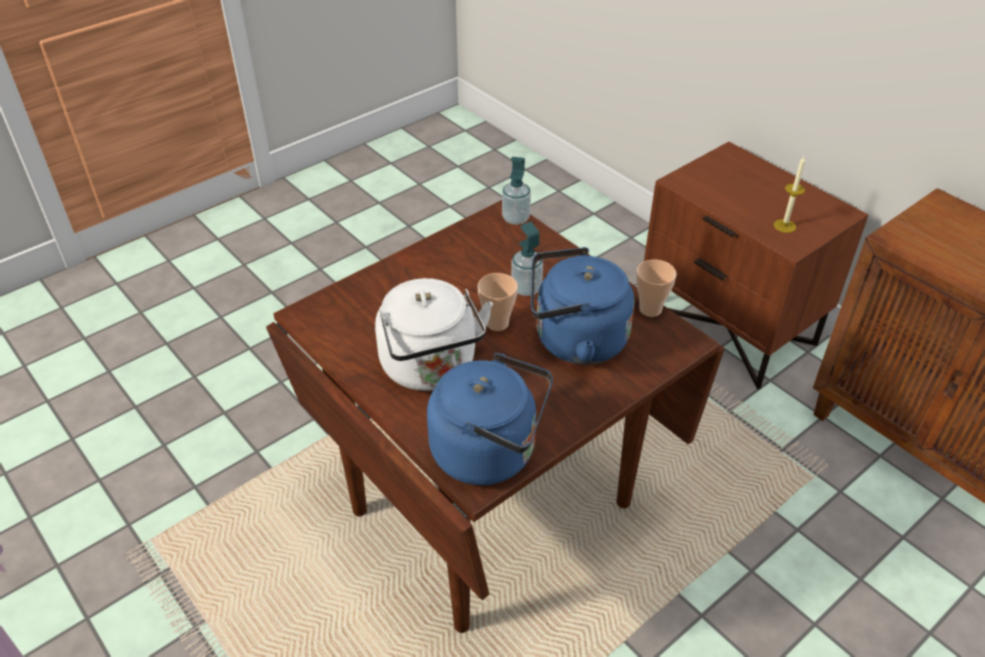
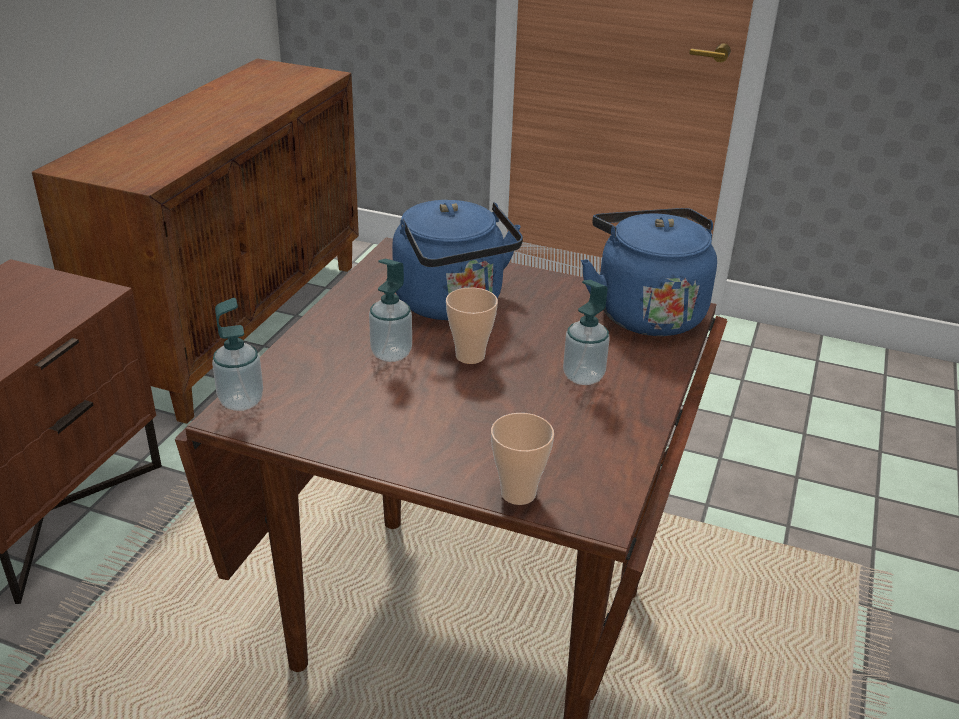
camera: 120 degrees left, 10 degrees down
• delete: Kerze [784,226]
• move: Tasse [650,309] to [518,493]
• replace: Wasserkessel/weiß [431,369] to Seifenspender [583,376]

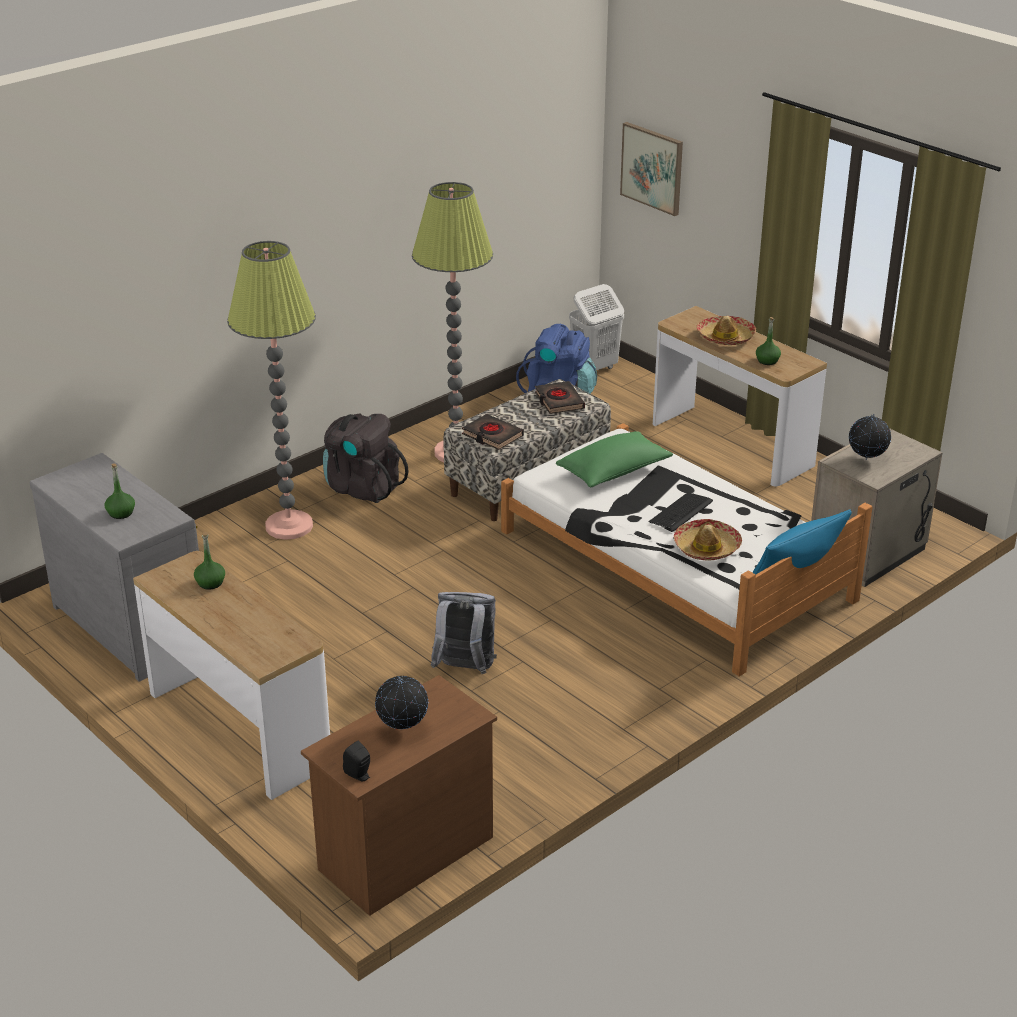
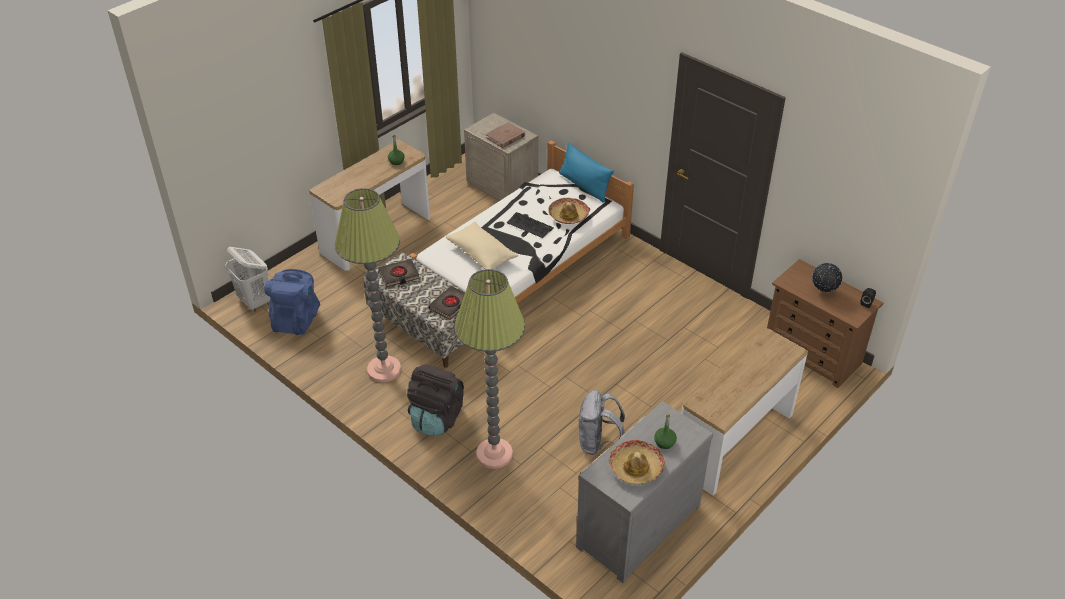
camera: 95 degrees left, 10 degrees up
• delete: Bild [652,168]
• move: Hut [725,337] to [636,467]
• replace: Globus [866,460] to Buch/braun [505,137]
• recolor: Kissen/grün [614,472] to Kissen/beige [481,254]
• delete: Flasche/grün [210,583]
• move: Rucksack/grau [465,669] to [598,443]

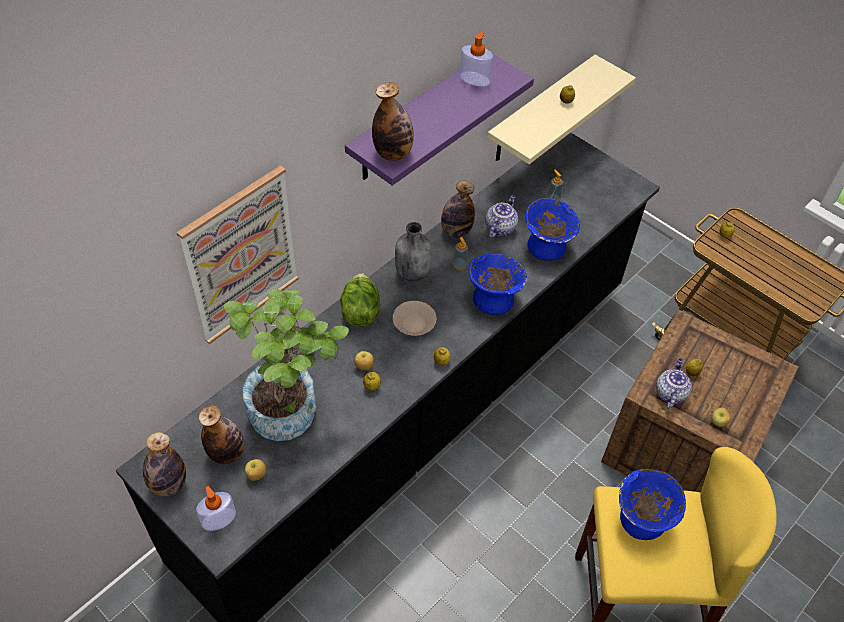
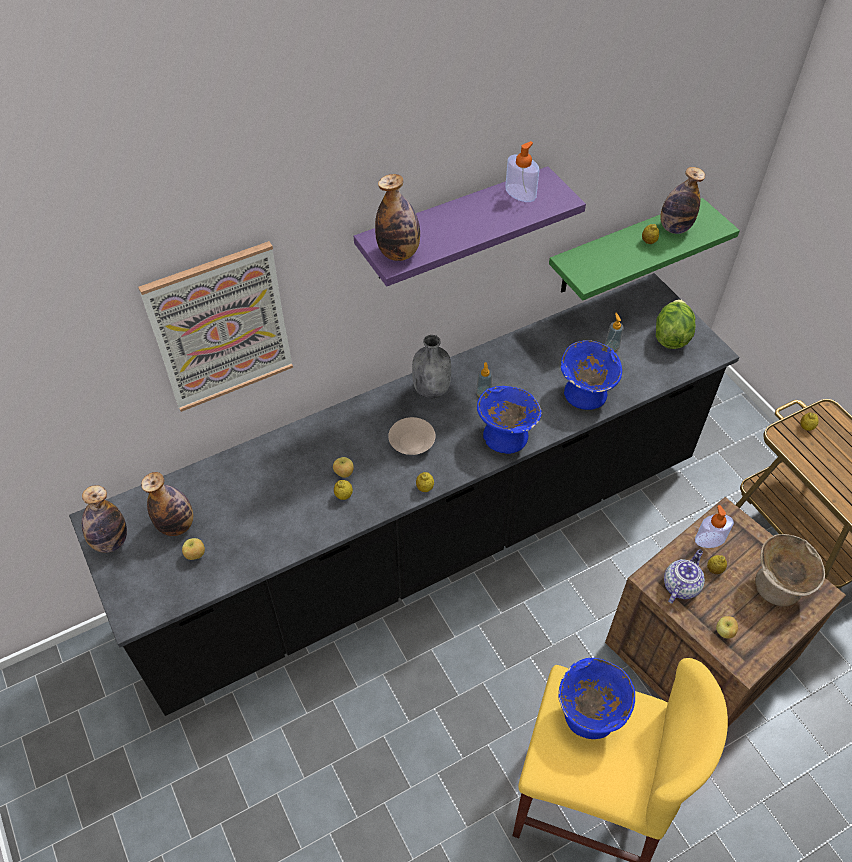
camera: 20 degrees right, 0 degrees up
• recolor: Wandregal/beige [540,110] to Wandregal/grün [623,247]
• move: Flasche [456,231] to [674,228]
• delete: Teekanne [500,227]
• move: Salatkopf [360,311] to [671,336]
• delete: Topfpflanze [292,408]
• move: Seifenspender [219,519] to [710,539]
• insert: Schüssel/beige [777,585]

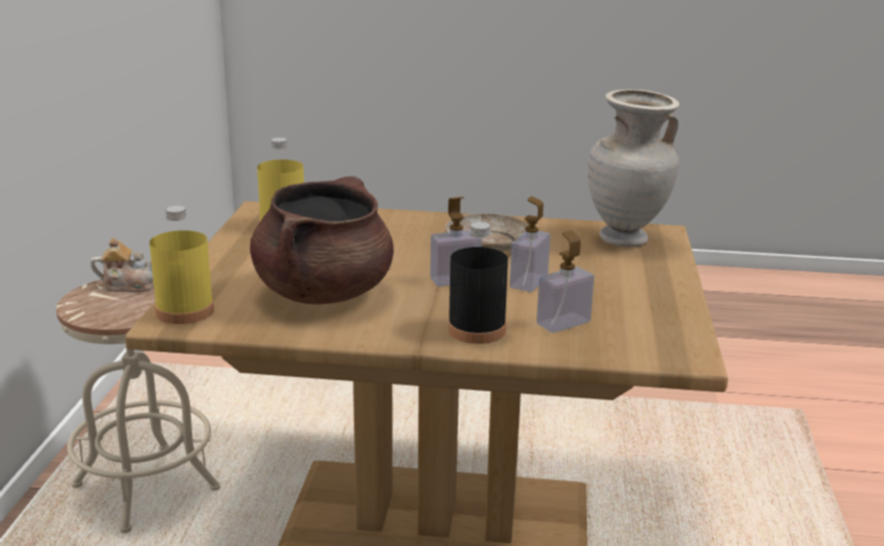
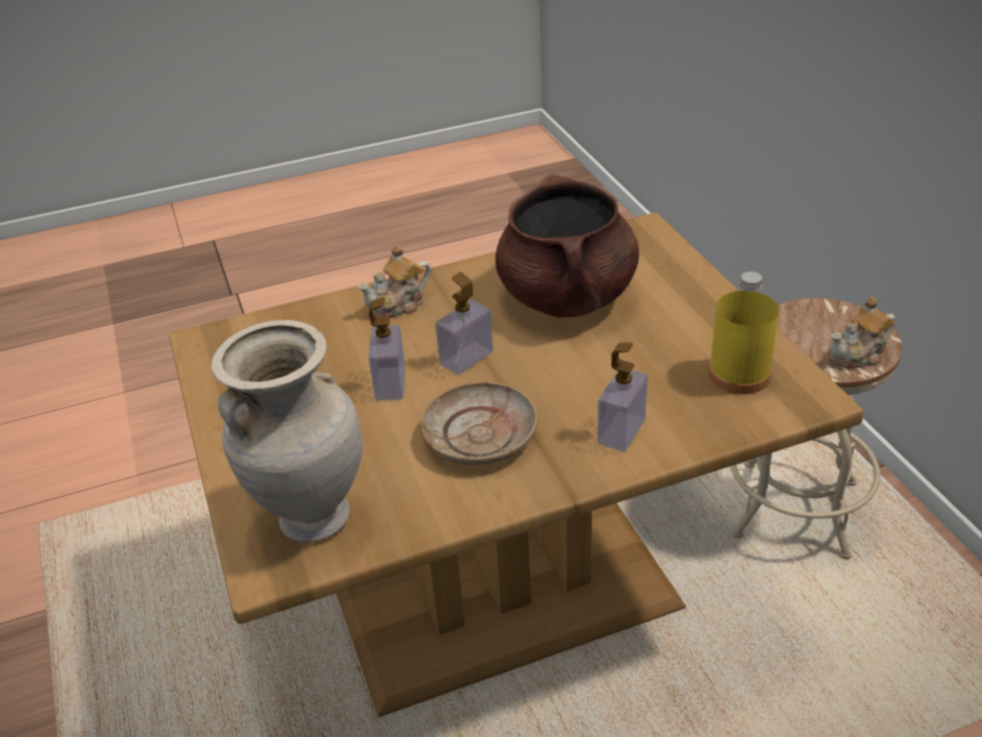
camera: 155 degrees right, 15 degrees up
• delete: Flasche/gelb [185,311]
• replace: Flasche/schwarz [476,330] to Teekanne [399,305]
• move: Seifenspender [563,323] to [621,431]

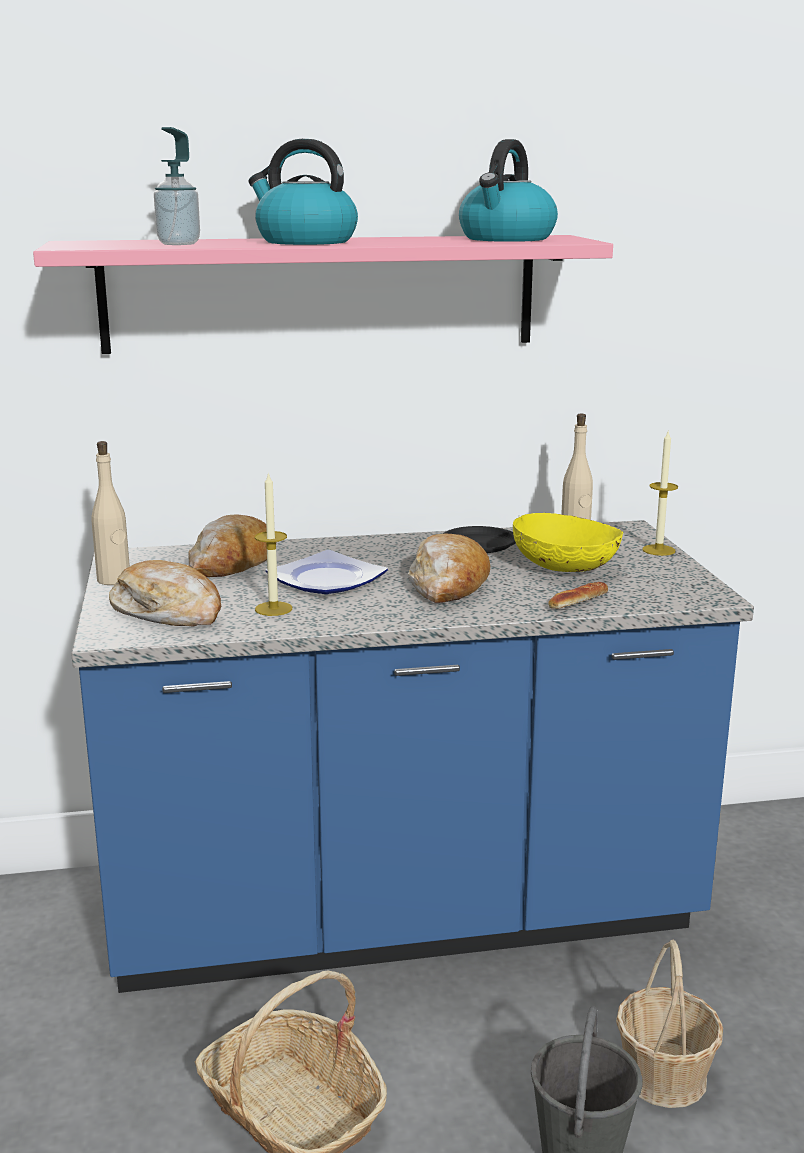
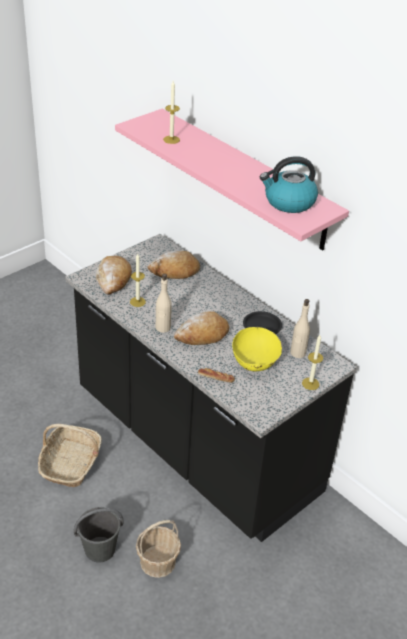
camera: 55 degrees right, 20 degrees up
• replace: Seifenspender [179,244] to Kerze [171,139]
• delete: Wasserkessel [304,242]
• move: Flasche/beige [114,580] to [163,328]
• recolor: Küchenzeile/blau [402,913] to Küchenzeile/schwarz [195,444]
• delete: Teller [329,580]

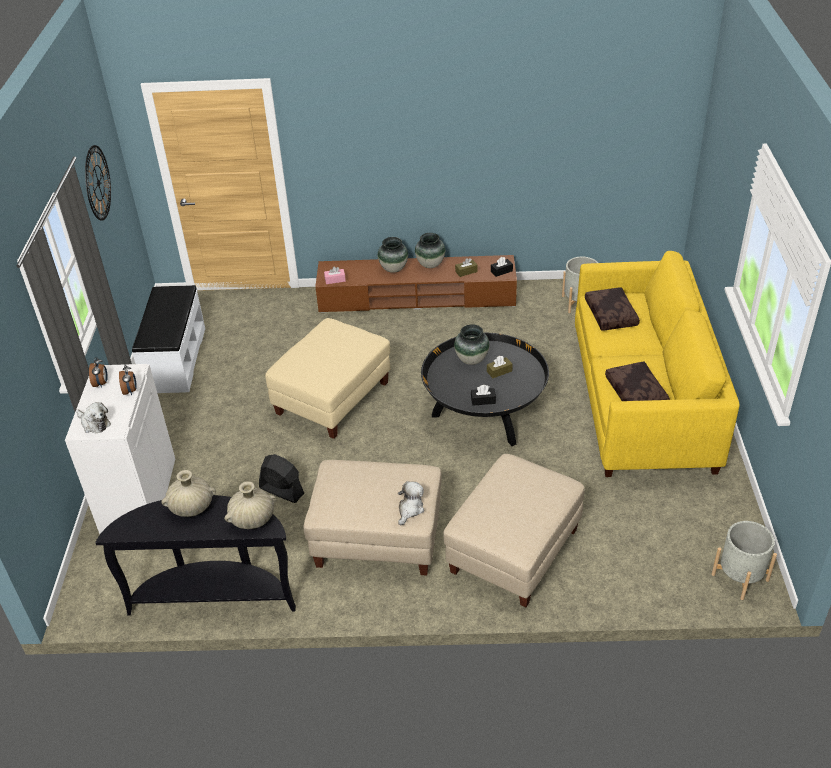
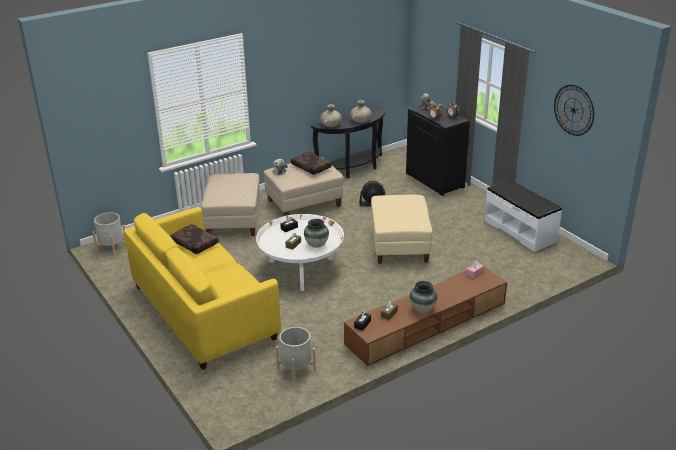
camera: 145 degrees right, 10 degrees down
• delete: Vase [394,269]
• move: Kissen/braun [612,315] to [310,167]
• recolor: Couchtisch/schwarz [484,414] to Couchtisch/weiß [301,269]
• recolor: Schrank/weiß [138,497] to Schrank/schwarz [435,180]

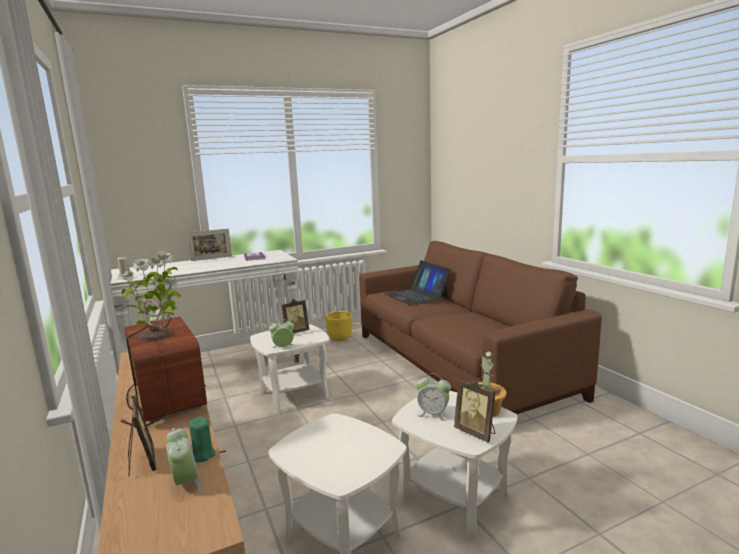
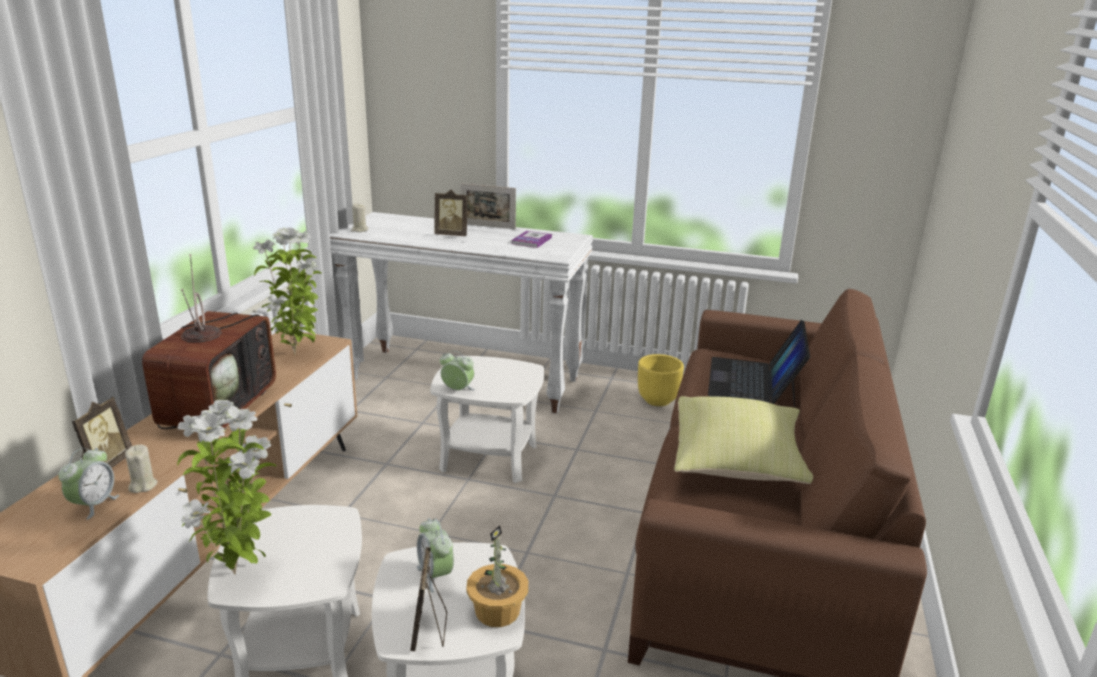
camera: 40 degrees right, 10 degrees up
• move: Bilderrahmen [295,332] to [452,235]
• recolor: Kerze/grün [202,455] to Kerze/beige [143,485]
• insert: Kissen/gelb [737,464]
• insert: Topfpflanze [238,573]

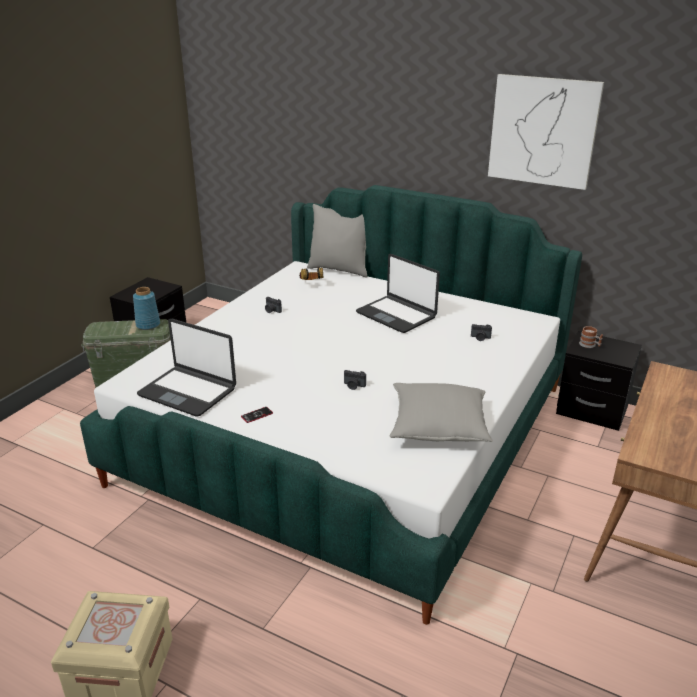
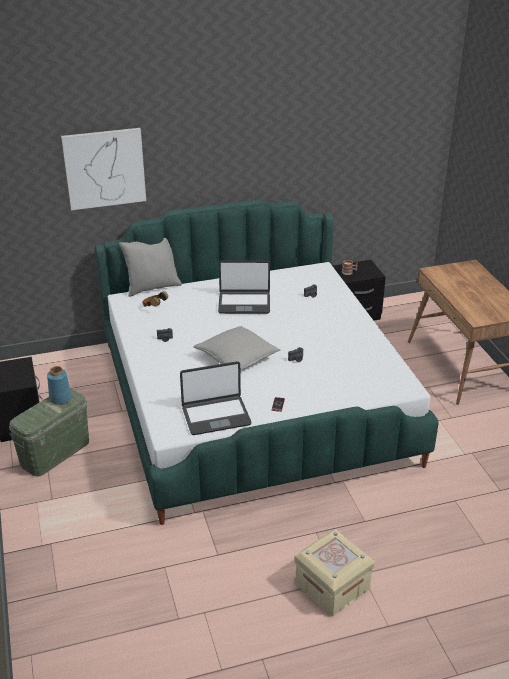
camera: 45 degrees left, 5 degrees up
• move: Bild [543,131] to [104,168]
• move: Kissen/grau [438,426] to [237,358]

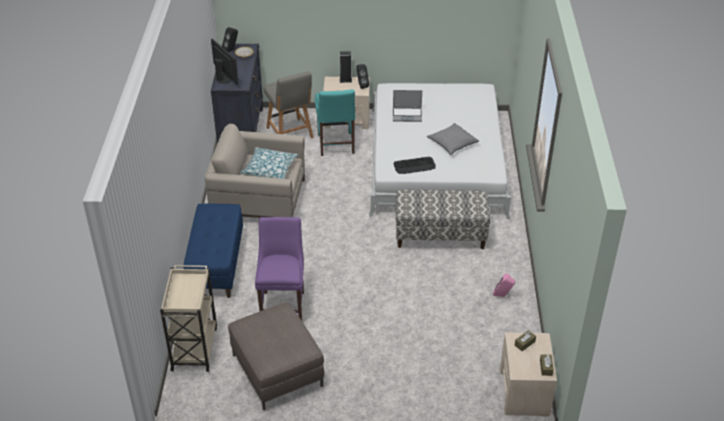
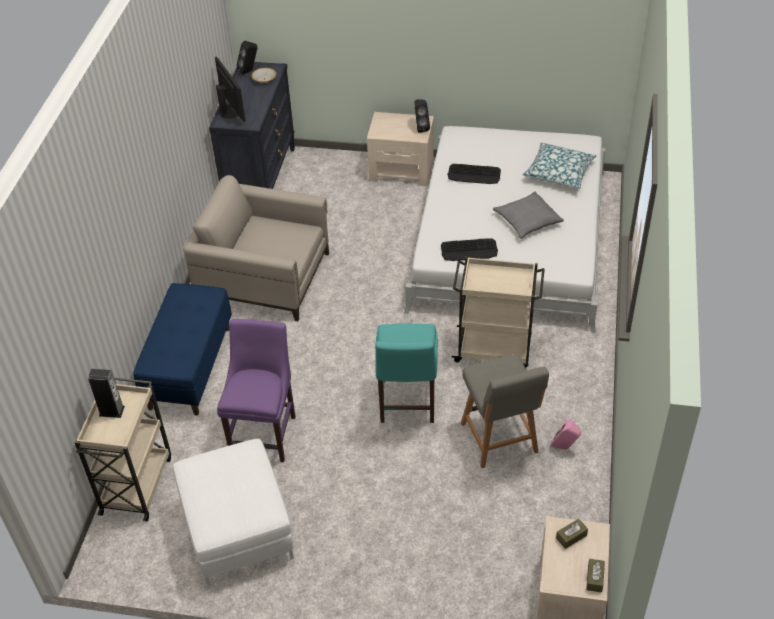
camera: 10 degrees right, 5 degrees up
• move: Lautsprecher [345,80] to [111,411]
• move: Stuhl/grau [290,134] to [500,440]
• move: Stuhl/türkis [335,145] to [407,404]
• replace: Laptop [407,115] to Tastatur [474,174]
• move: Kissen [269,169] to [559,172]
• replace: Bank [440,235] to Rollwagen/beige [495,349]
• recolor: Polsterhocker/braun [277,370] to Polsterhocker/weiß [237,528]

